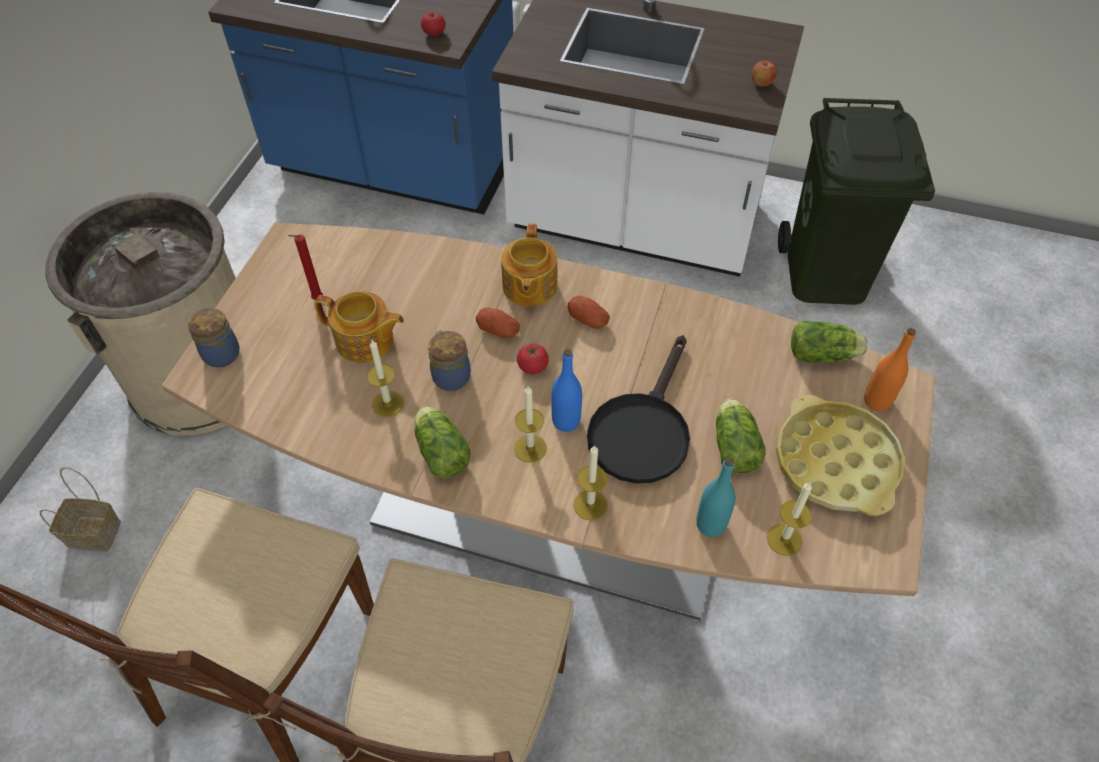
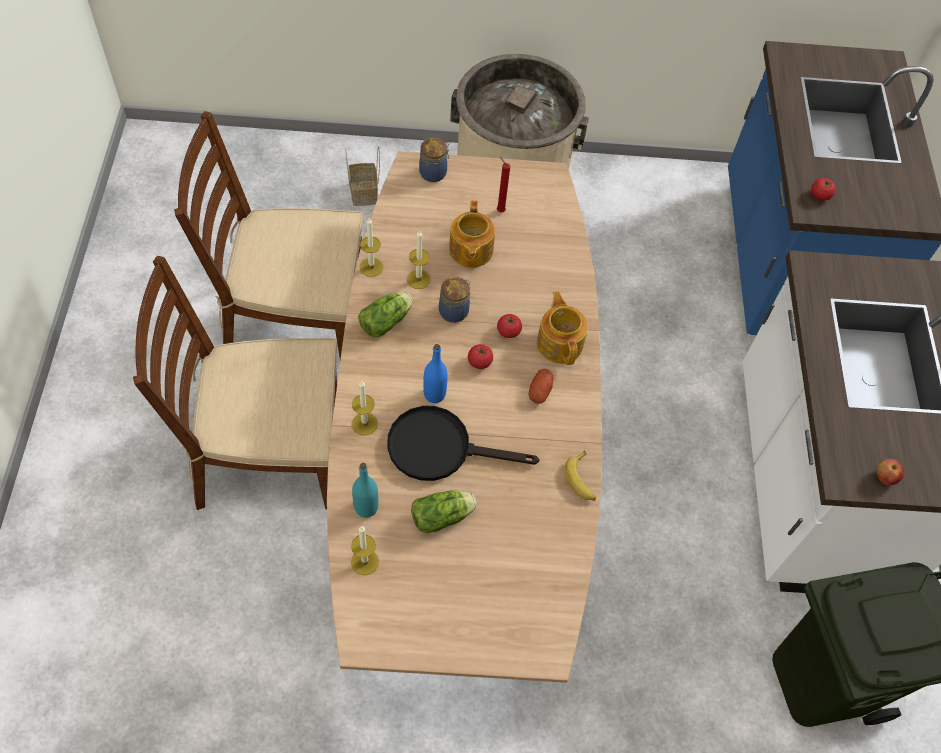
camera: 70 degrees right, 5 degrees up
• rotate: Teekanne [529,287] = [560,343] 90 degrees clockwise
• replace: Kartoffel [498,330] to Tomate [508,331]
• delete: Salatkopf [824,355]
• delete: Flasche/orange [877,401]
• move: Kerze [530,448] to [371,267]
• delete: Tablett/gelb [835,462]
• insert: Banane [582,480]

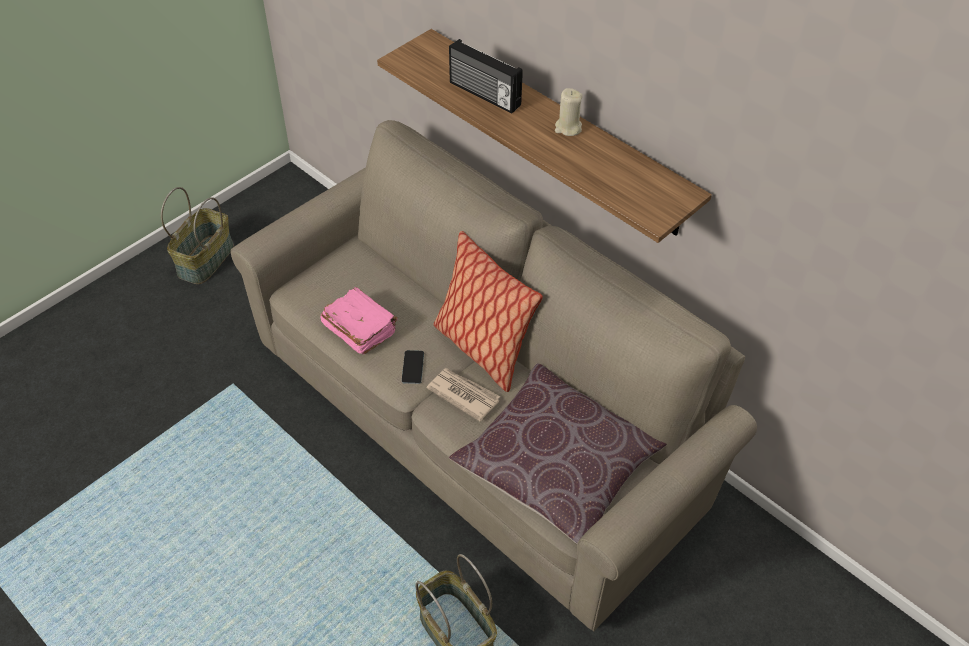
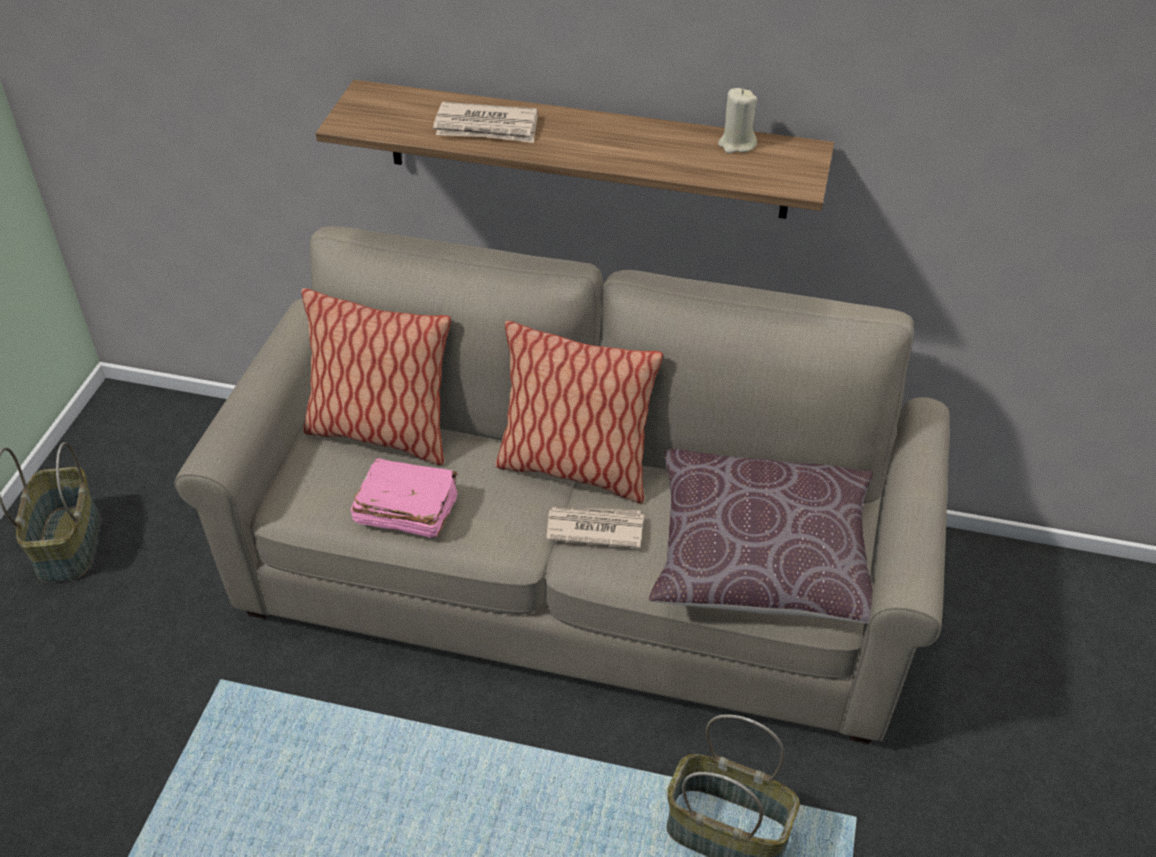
camera: 30 degrees left, 5 degrees down
• replace: Radio [484,95] to Zeitung [487,127]
• move: Kerze/beige [568,128] to [736,144]
• delete: Handy [413,367]
• insert: Kissen [380,433]

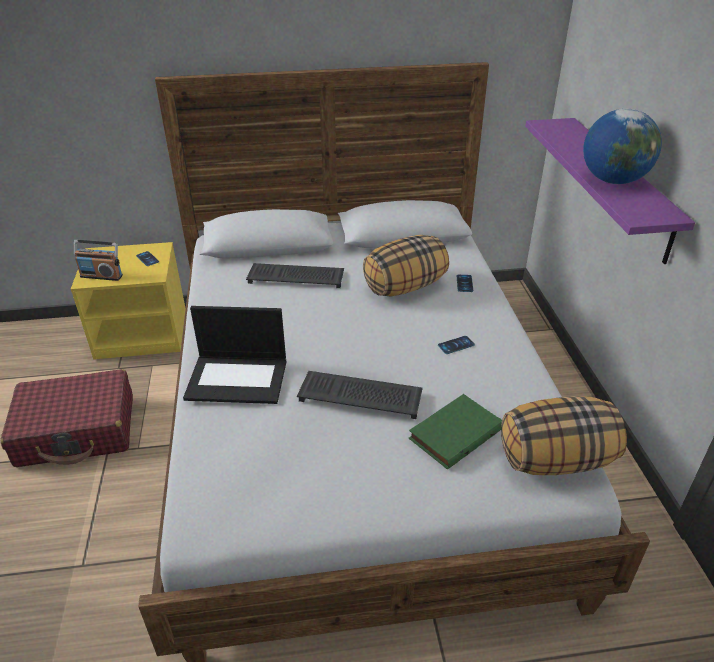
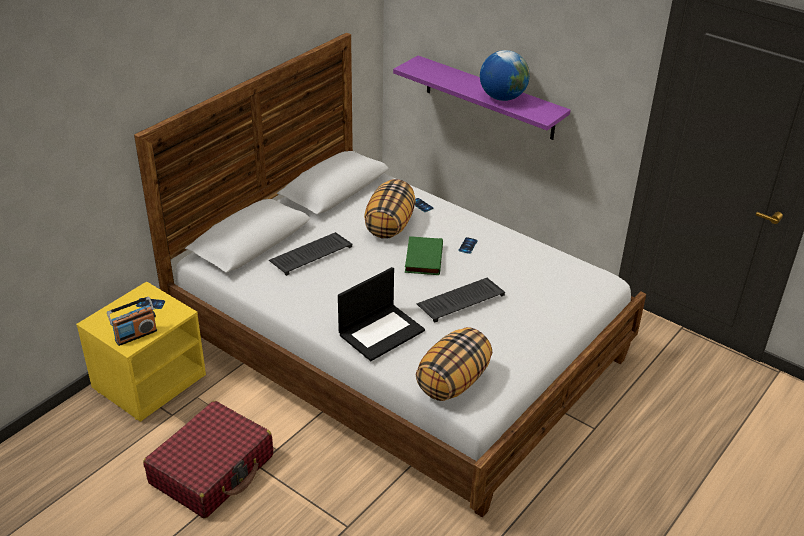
camera: 45 degrees left, 0 degrees up
• move: Buch/grün [454,433] to [422,258]
• move: Kissen [555,459] to [453,381]

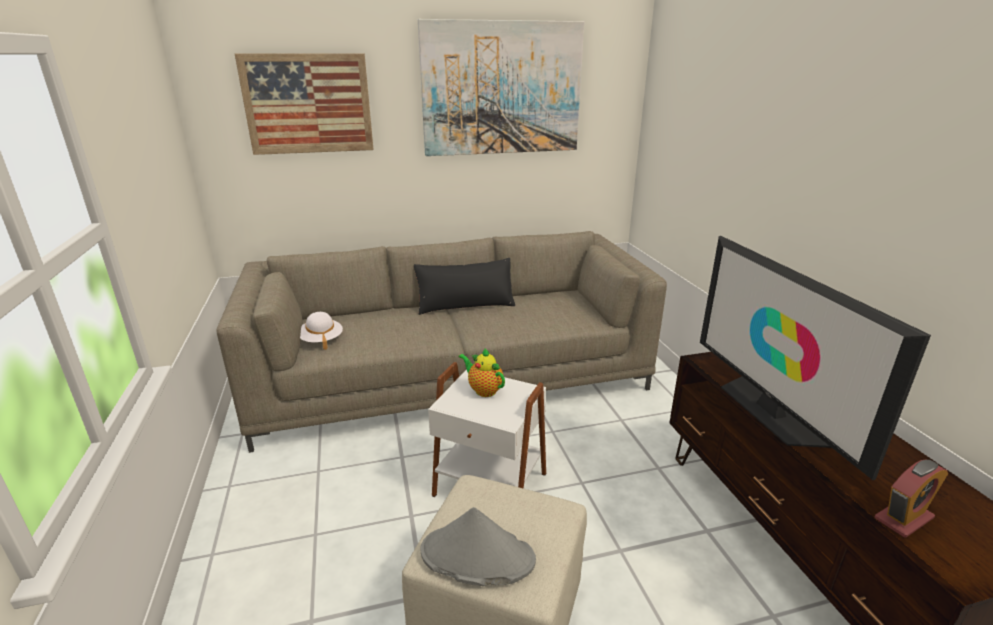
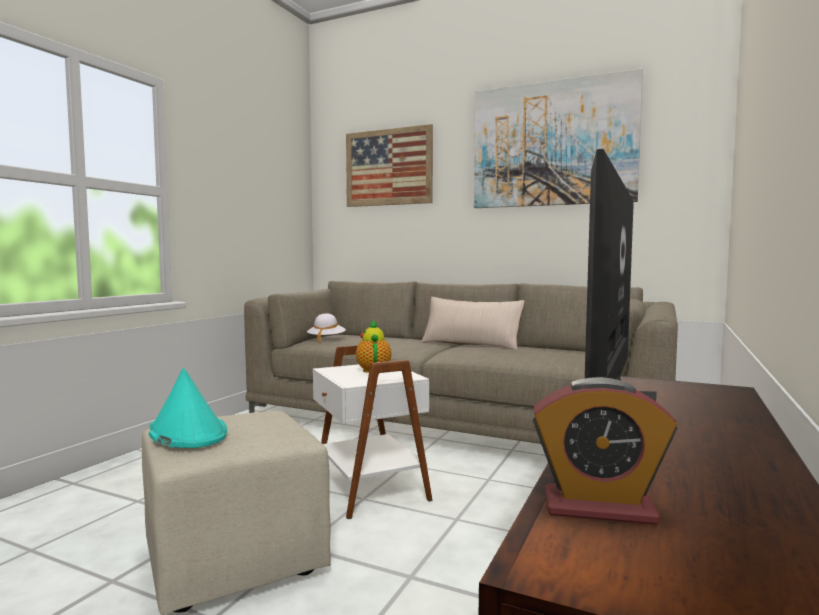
camera: 40 degrees right, 20 degrees down
• recolor: Kissen/schwarz [465,305] to Kissen/beige [471,344]
• recolor: Hut/grau [476,556] to Hut/türkis [187,432]

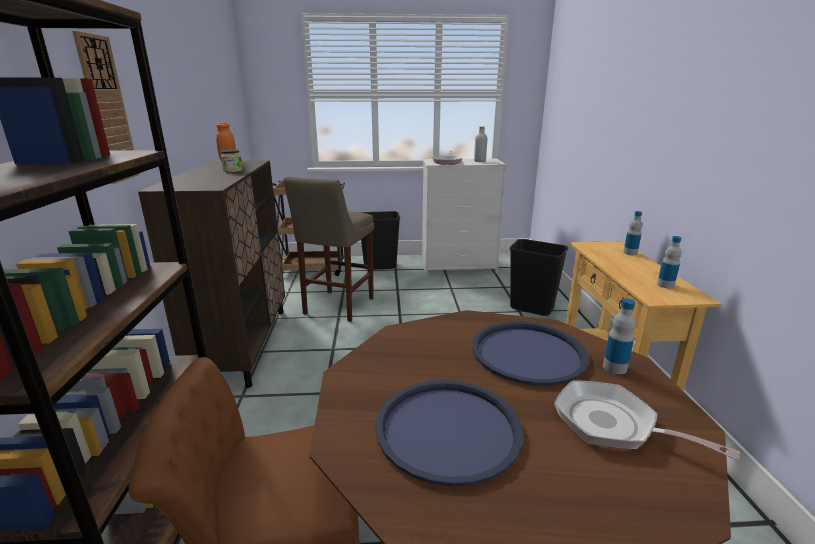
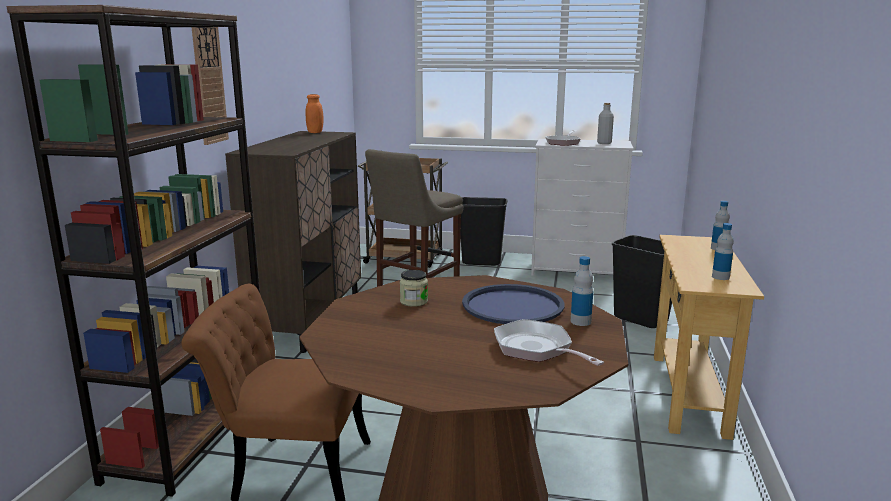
camera: 15 degrees right, 5 degrees down
• move: Vorratsglas [233,170] to [414,301]
• delete: Tablett/blau [448,429]

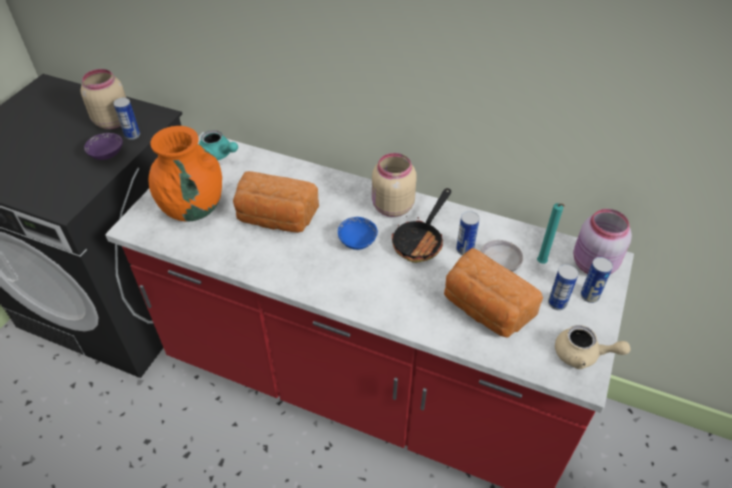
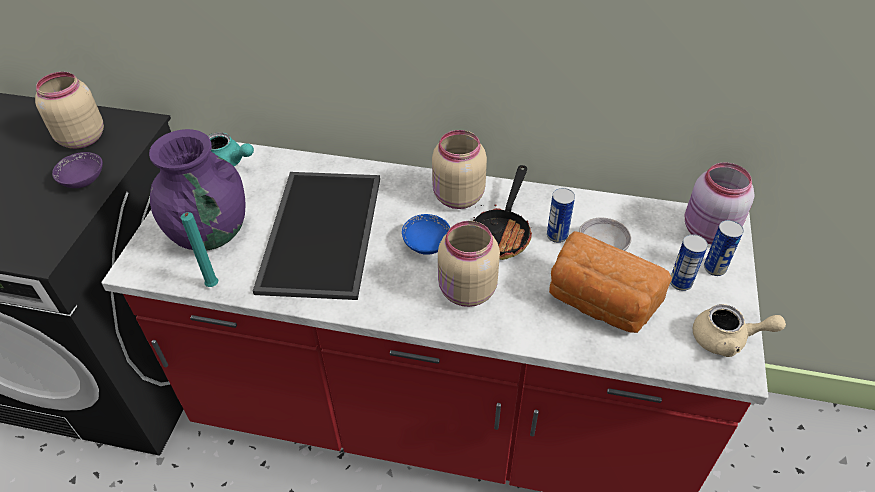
camera: 10 degrees left, 0 degrees up
• delete: Dose [132,135]
• recolor: Vase/orange [193,207] to Vase/lila [210,232]
• replace: Brot [276,219] to Tablett [319,231]
• move: Kerze/türkis [542,264] to [213,287]
• insert: Vorratsglas/beige [466,291]

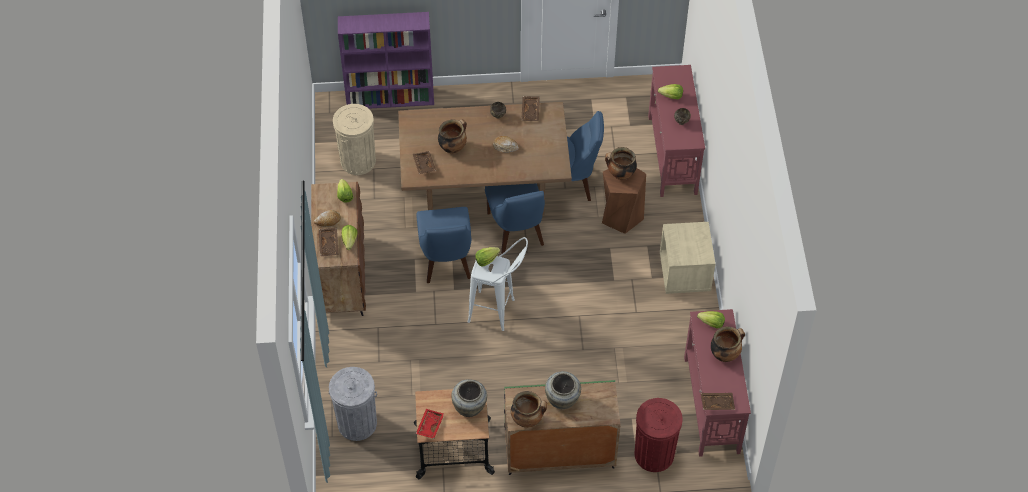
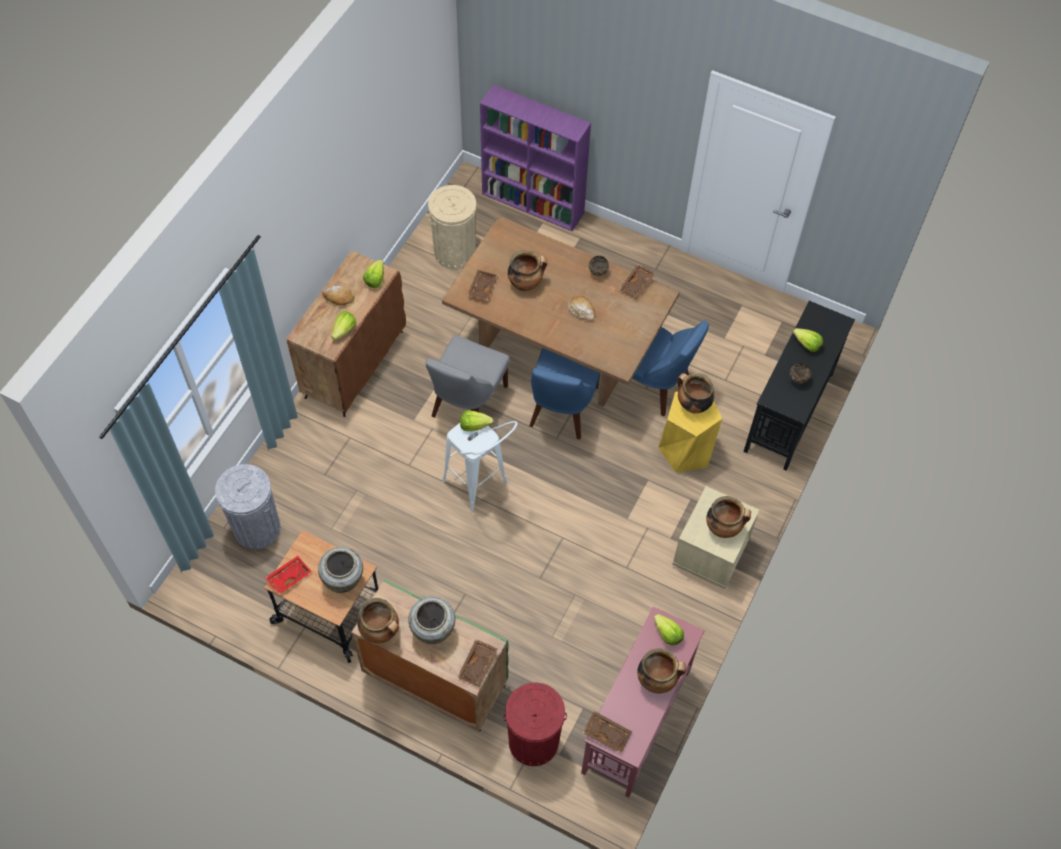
camera: 30 degrees right, 5 degrees up
• recolor: Konsolentisch/rot [672,155] to Konsolentisch/schwarz [788,411]
• recolor: Hocker/braun [621,215] to Hocker/gelb [685,450]
• recolor: Stuhl/blau [446,261] to Stuhl/grau [467,403]
• move: Tablett/braun [329,244] to [478,665]
• insert: Kochtopf [724,528]

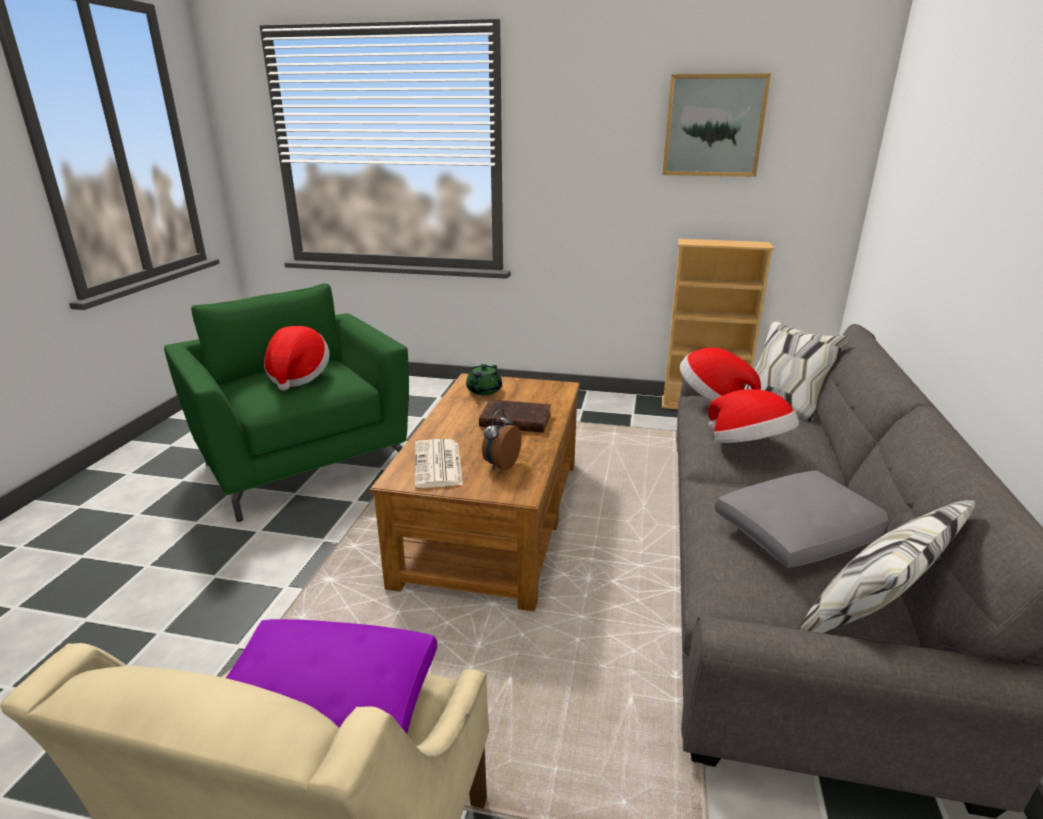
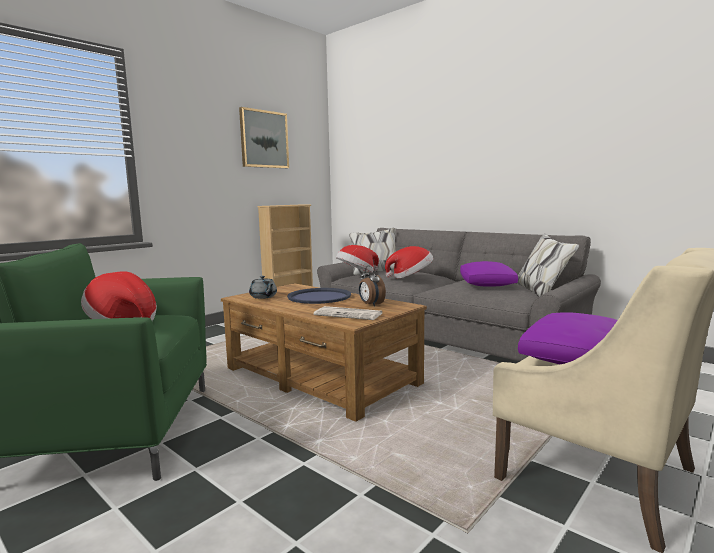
camera: 60 degrees left, 15 degrees down
• recolor: Teekanne/grün [483,391] to Teekanne/grau [263,297]
• replace: Buch/braun [513,420] to Tablett/blau [319,297]
• recolor: Kissen/grau [798,534] to Kissen/lila [487,284]

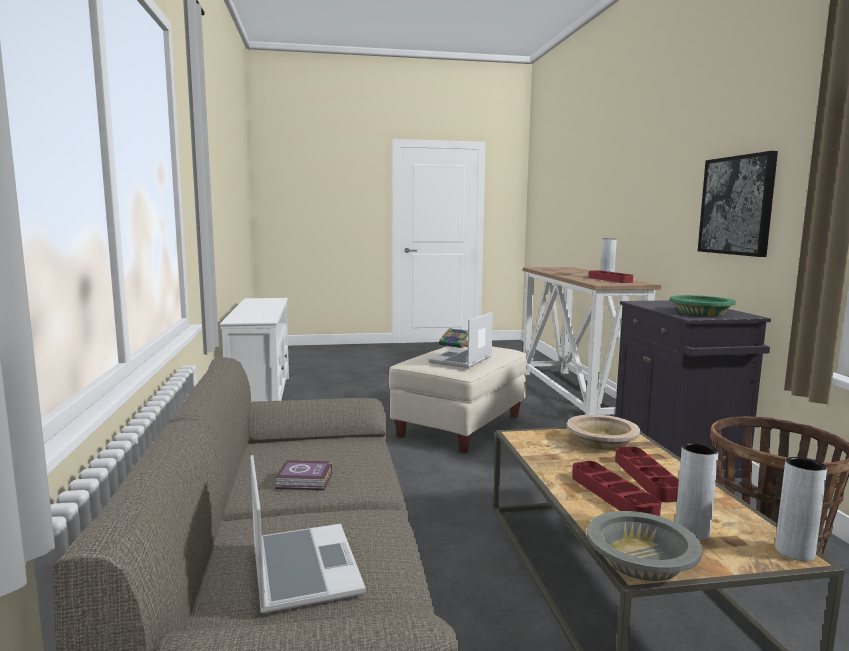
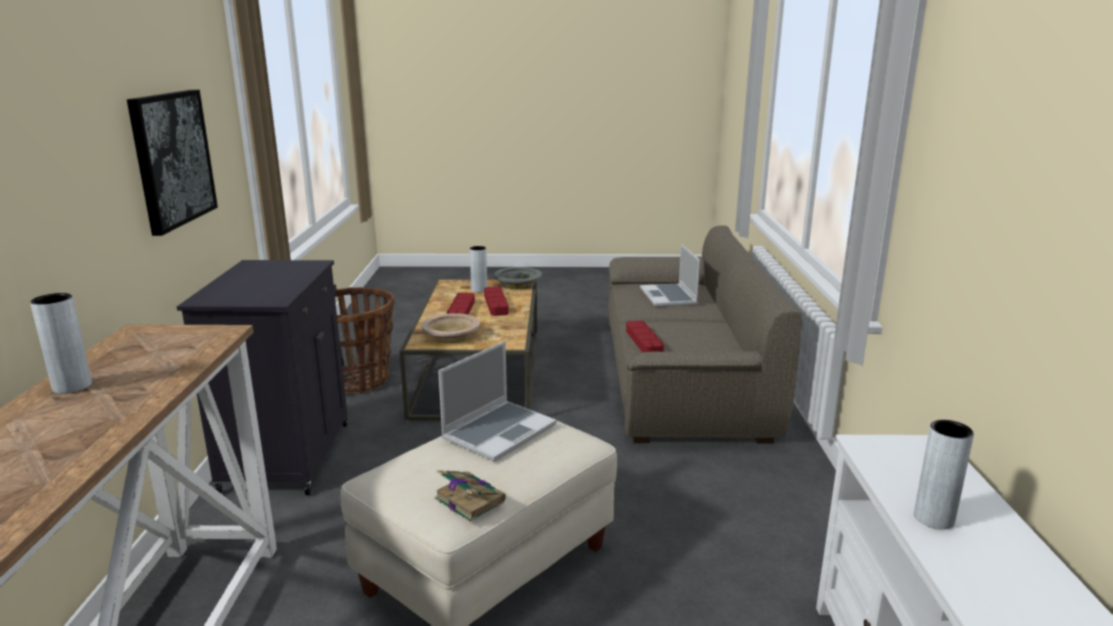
camera: 170 degrees left, 10 degrees up
• move: Tablett/rot [609,280] to [644,342]
• delete: Schüssel/grün [700,313]
• move: Vase/grau [794,552] to [933,518]
• delete: Buch [305,481]

